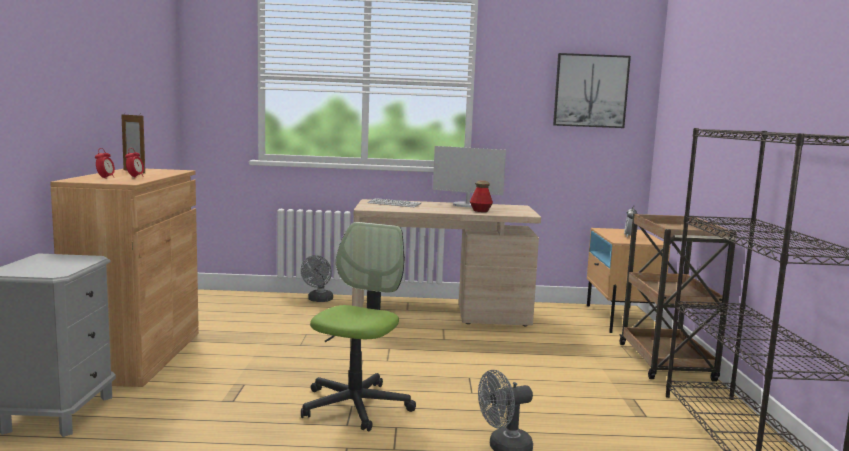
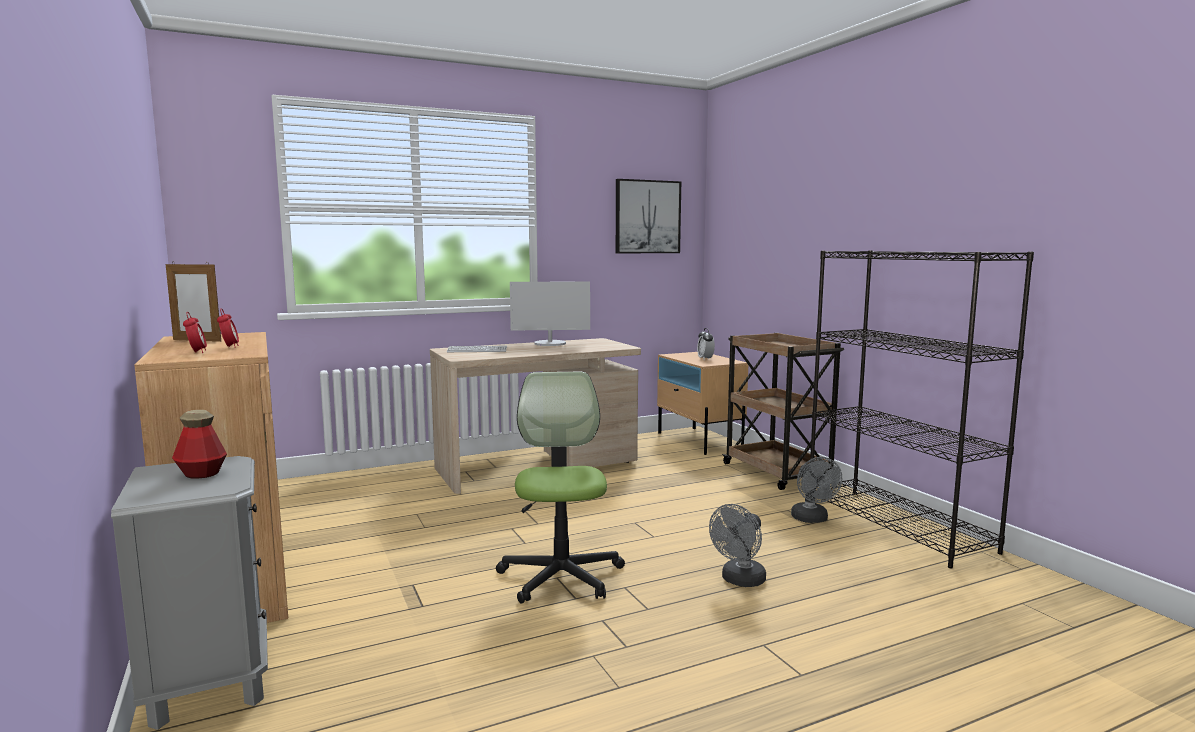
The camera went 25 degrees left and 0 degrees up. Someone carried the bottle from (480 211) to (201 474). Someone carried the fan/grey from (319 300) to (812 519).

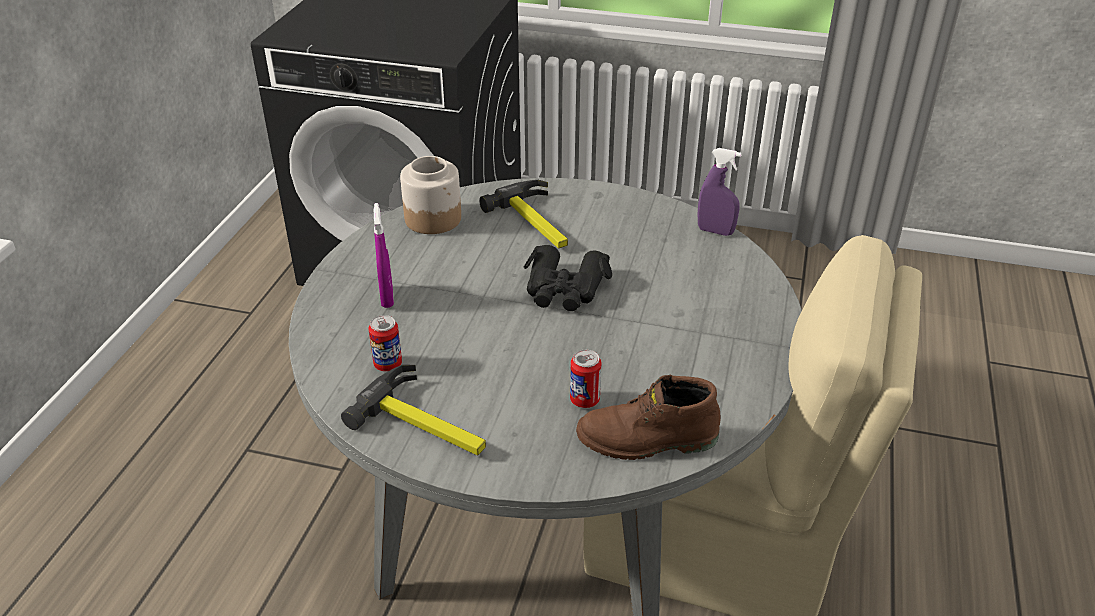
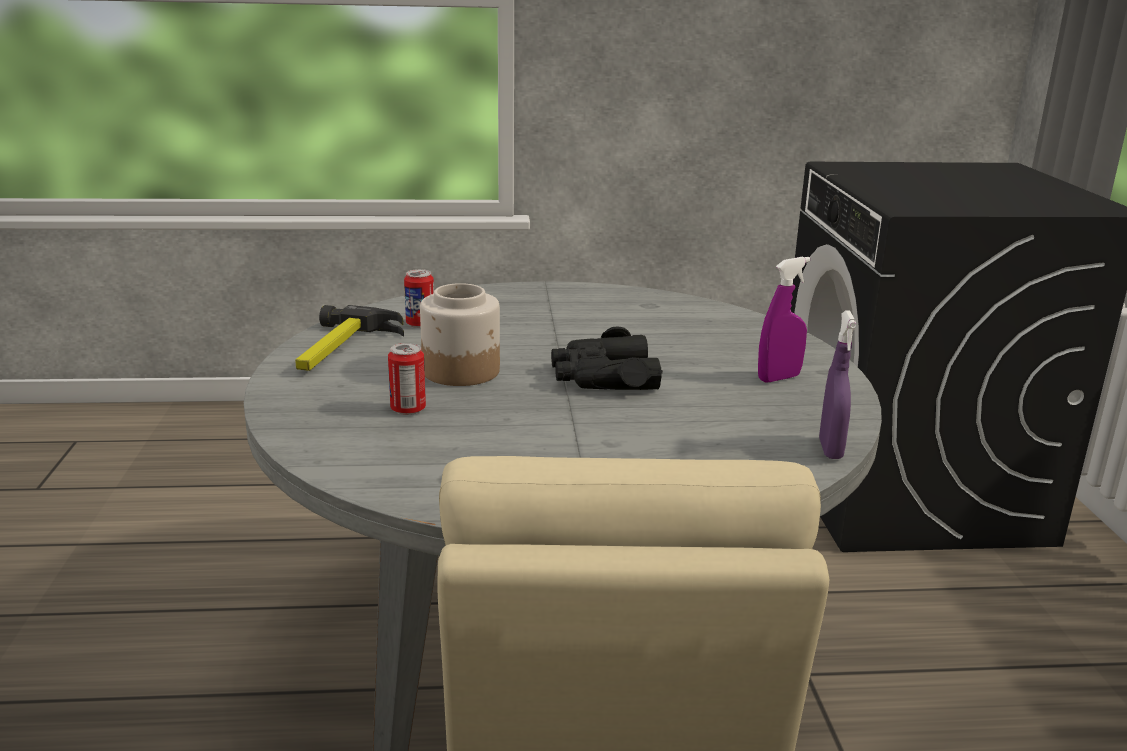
The camera went 70 degrees right and 15 degrees down. Someone carried the jar from (433 218) to (462 371). Someone carried the spray bottle/purple from (387 297) to (779 378). Someone took away the hammer at (537 223). Someone took away the boot/brown at (647 441).

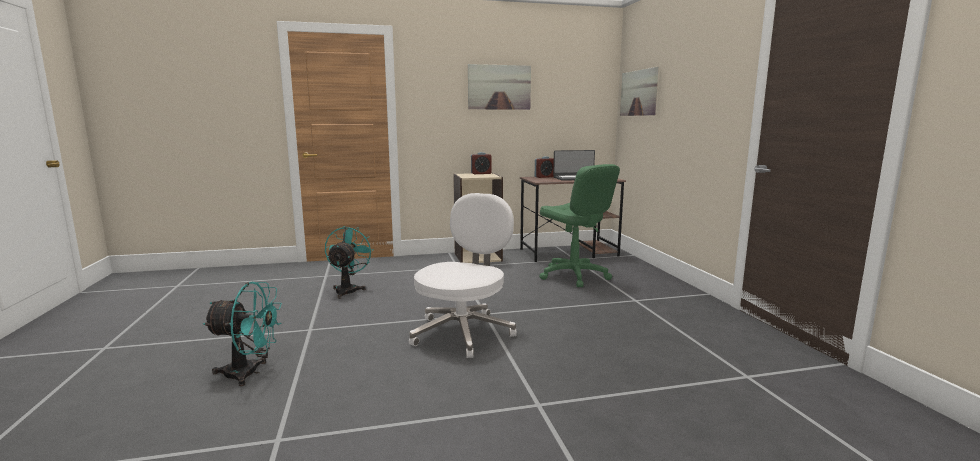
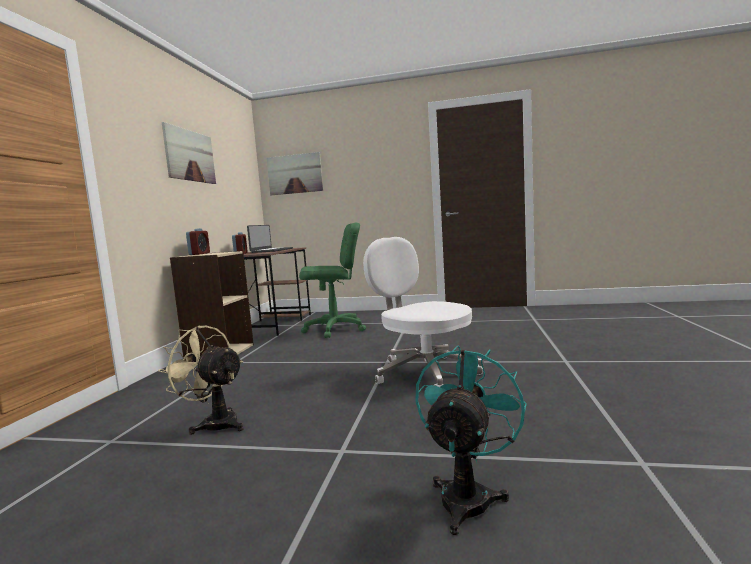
The camera went 65 degrees left and 5 degrees down. Someone repainted the fan/turquoise at (348 290), which became the fan/beige at (214 423).

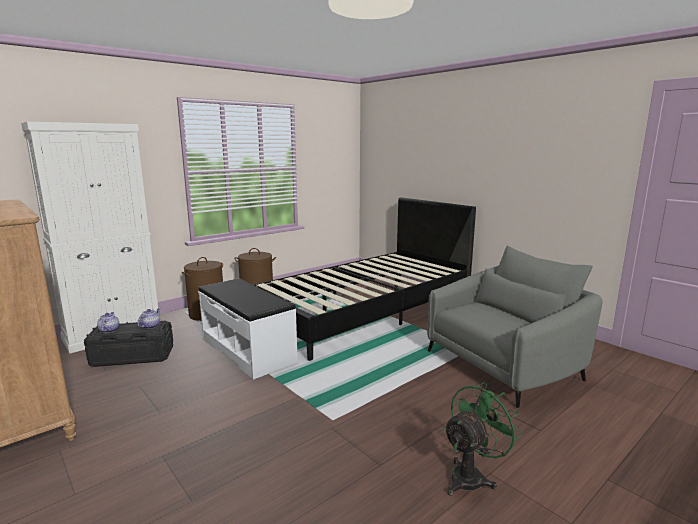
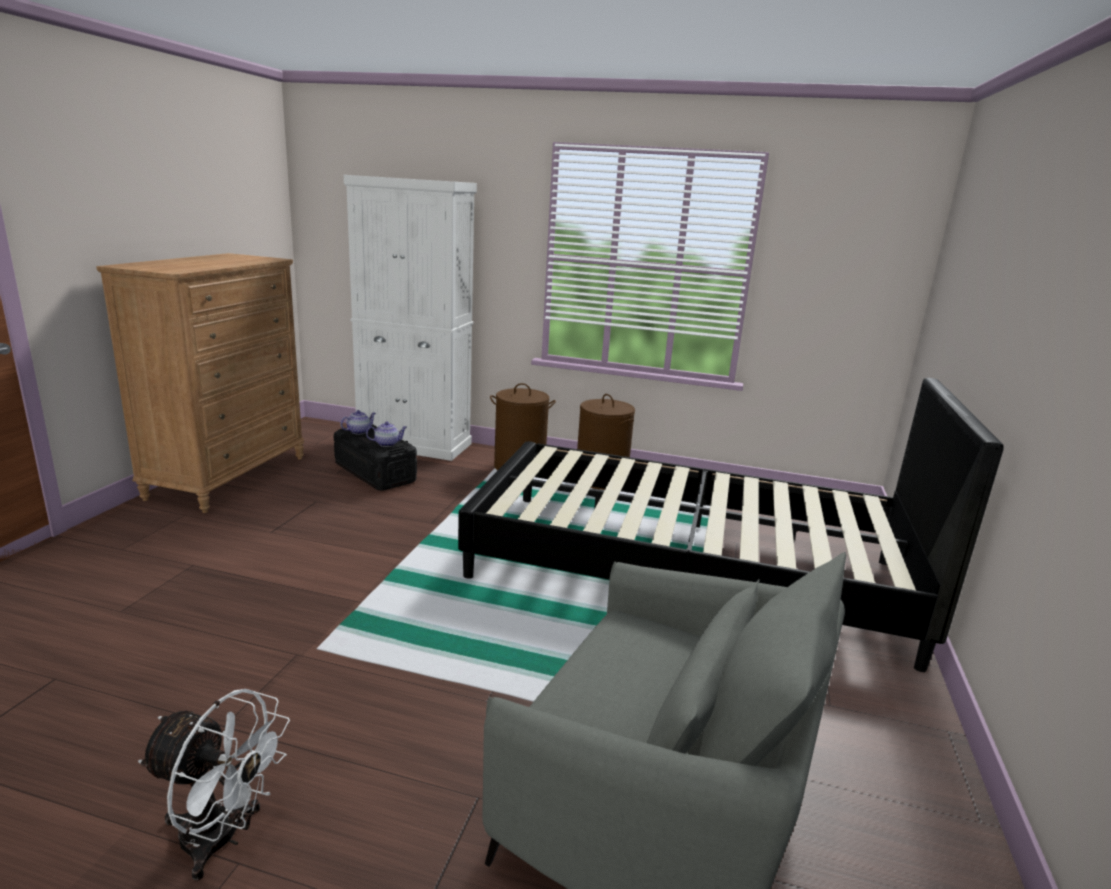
The camera went 55 degrees right and 5 degrees up. Someone repainted the fan/green at (472 476), which became the fan/white at (222 839). Someone took away the bench/white at (248 350).

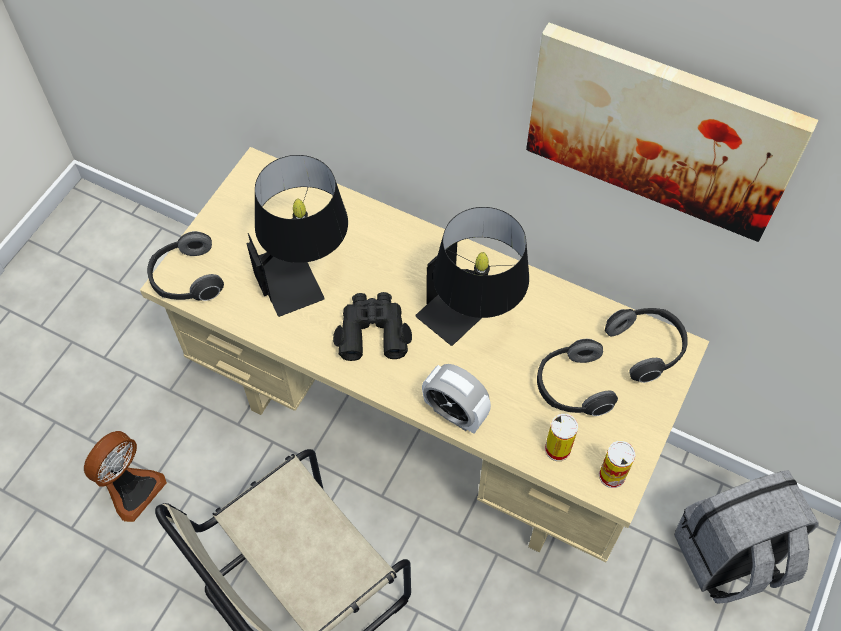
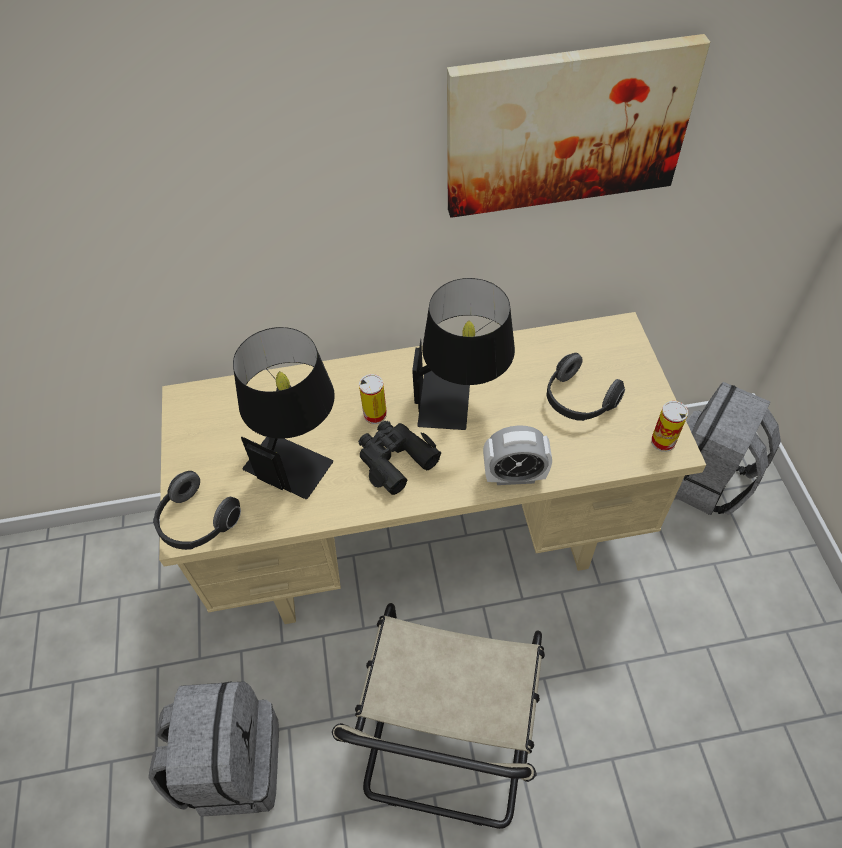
The camera went 35 degrees left and 5 degrees down. Someone swapped the fan at (132 489) for the backpack/grey at (232 764). Someone carried the can from (557 449) to (375 414). Someone took away the headphones at (646 348).

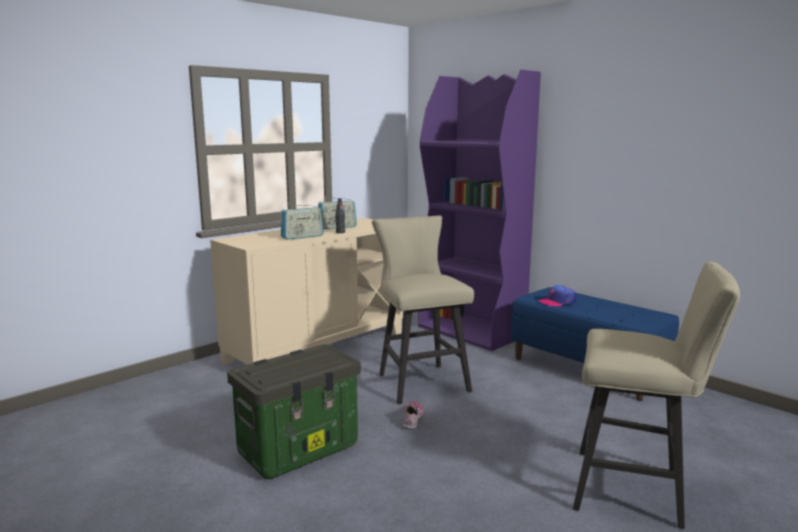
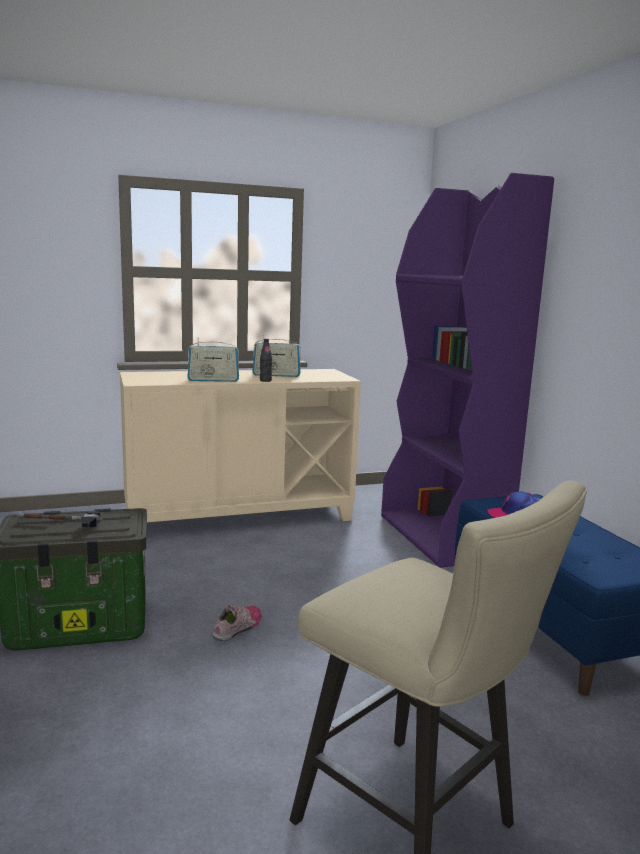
The camera went 25 degrees right and 0 degrees up. Someone put down the hammer at (59 522). Someone took away the stool/beige at (419 381).

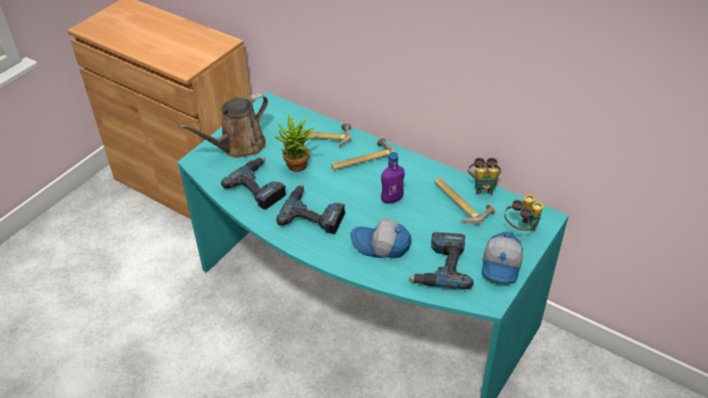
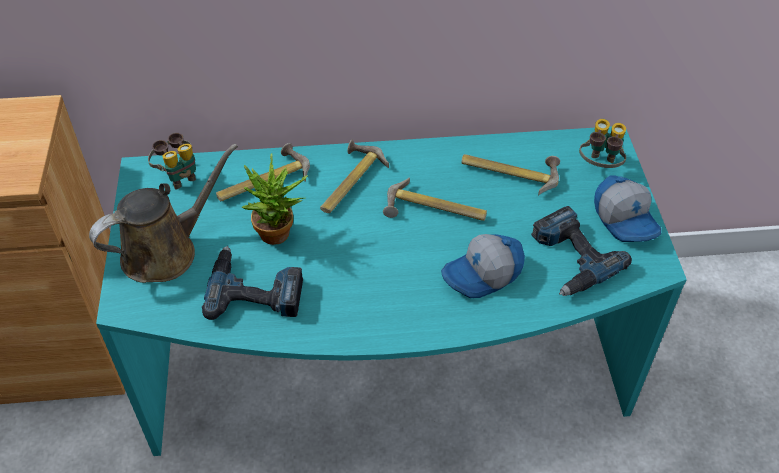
The camera went 40 degrees left and 5 degrees up. Someone rotated the watering can/brown at (239 146) by 135 degrees counterclockwise. Someone carried the binoculars from (483 187) to (178 176). Someone swapped the bottle/purple at (392 199) for the hammer at (434 211). Someone took away the power drill at (313 214).

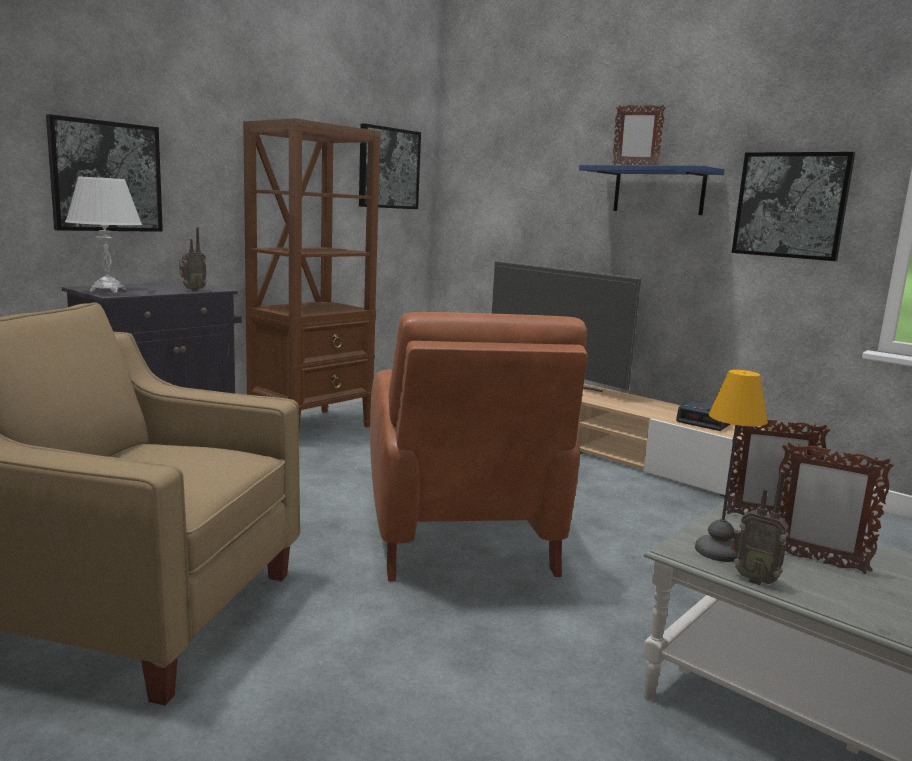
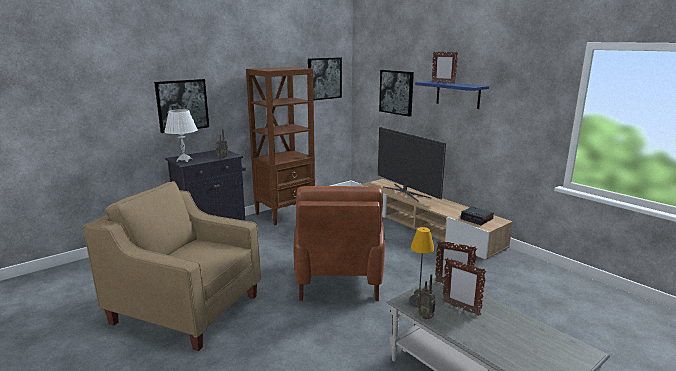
The camera went 10 degrees right and 5 degrees up. Someone carried the picture from (791 205) to (396 92).

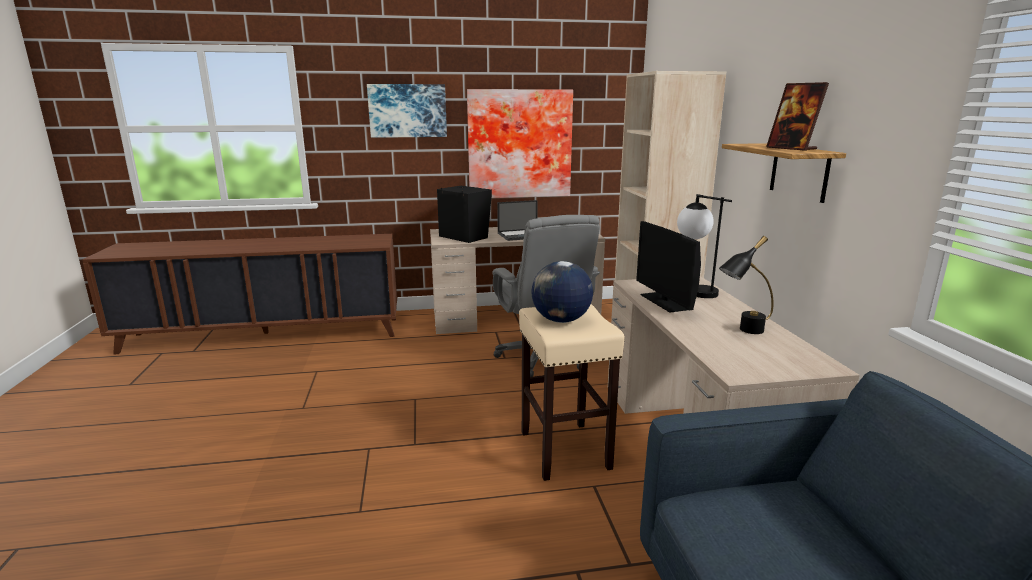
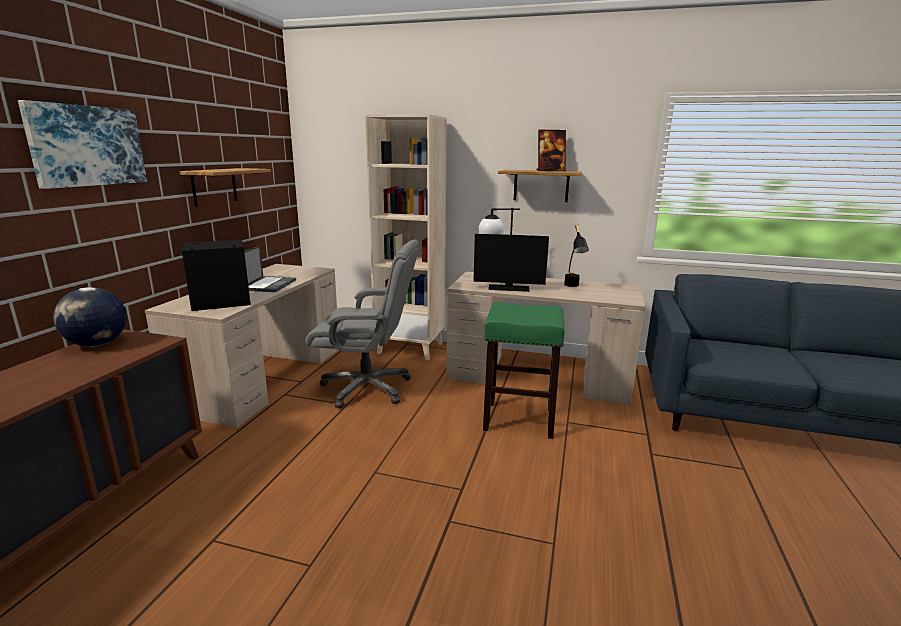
The camera went 65 degrees left and 0 degrees up. Someone carried the globe from (560 320) to (96 344). Someone swapped the picture at (519 144) for the shelf at (214 186). Someone repainted the stool/beige at (564 449), which became the stool/green at (518 420).

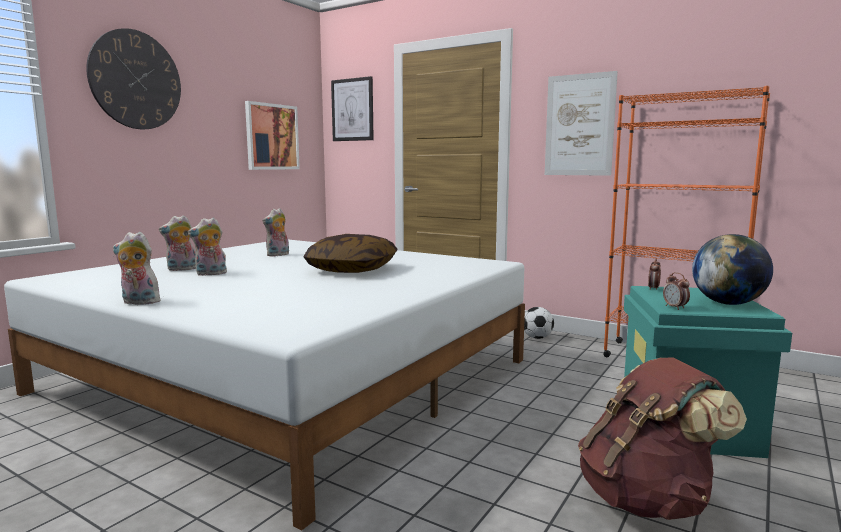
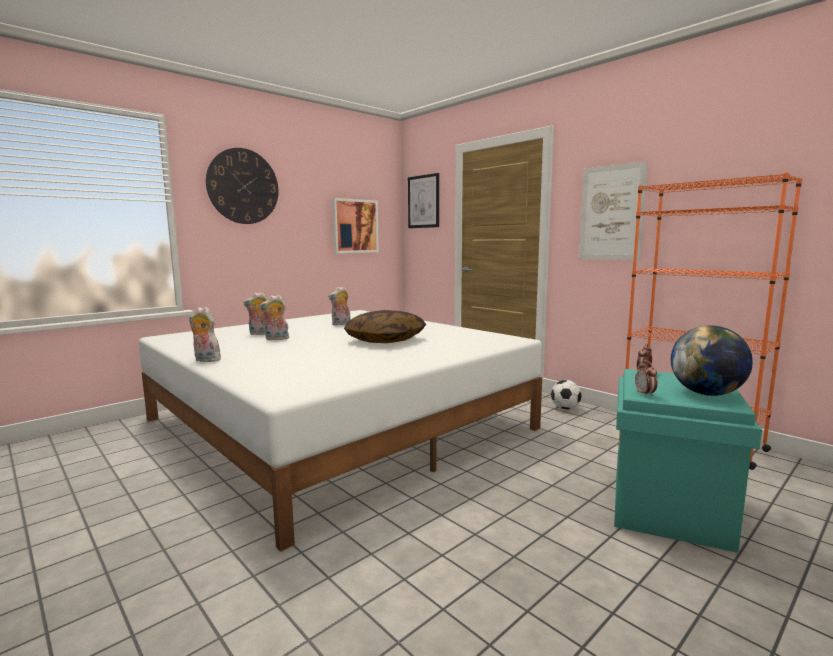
The camera went 15 degrees right and 0 degrees up. Someone took away the backpack/brown at (647 499).

